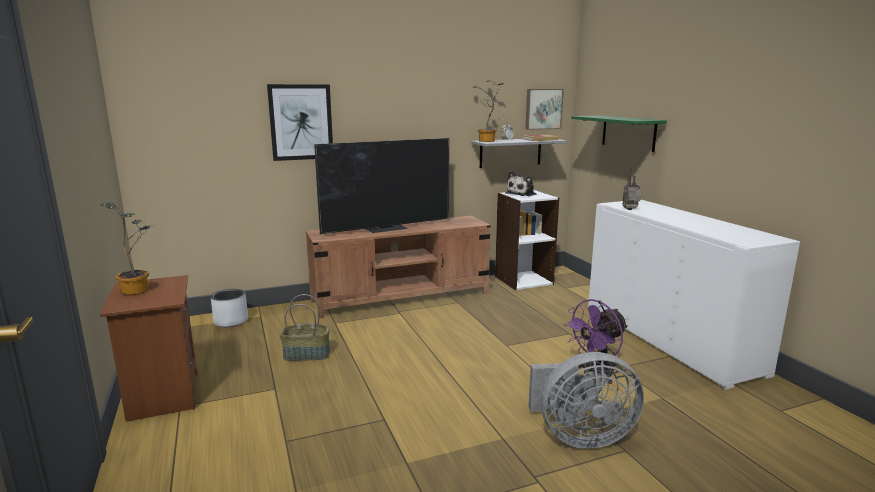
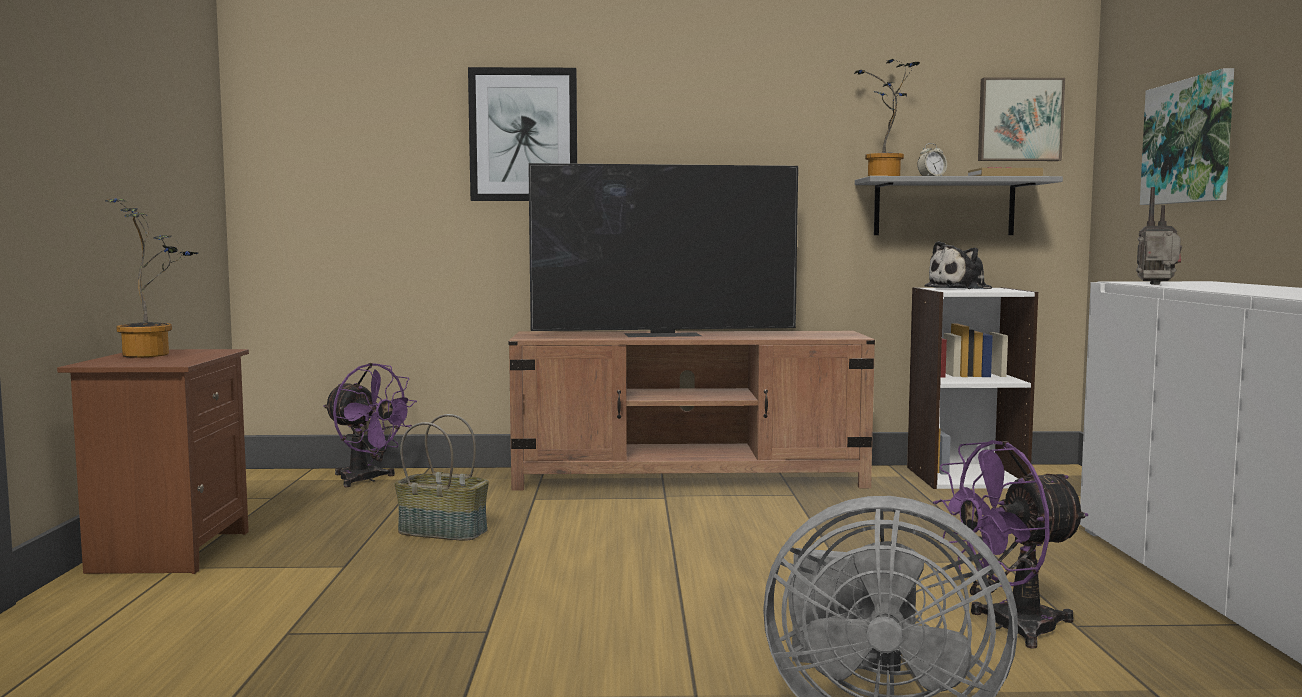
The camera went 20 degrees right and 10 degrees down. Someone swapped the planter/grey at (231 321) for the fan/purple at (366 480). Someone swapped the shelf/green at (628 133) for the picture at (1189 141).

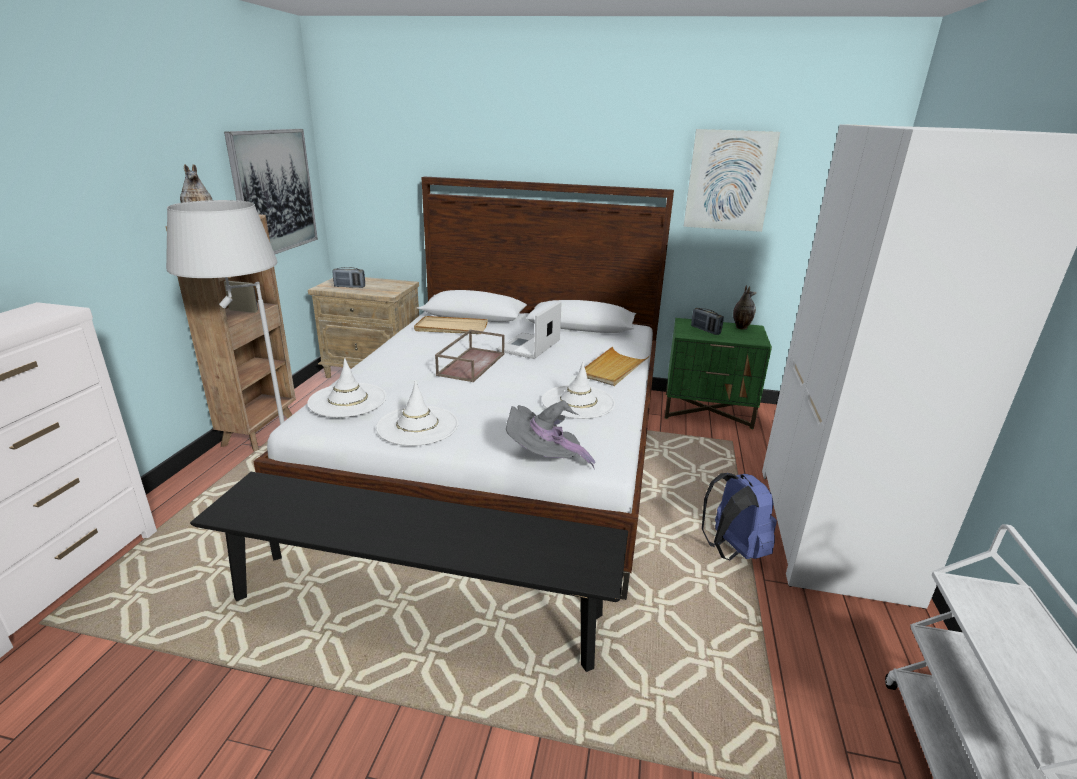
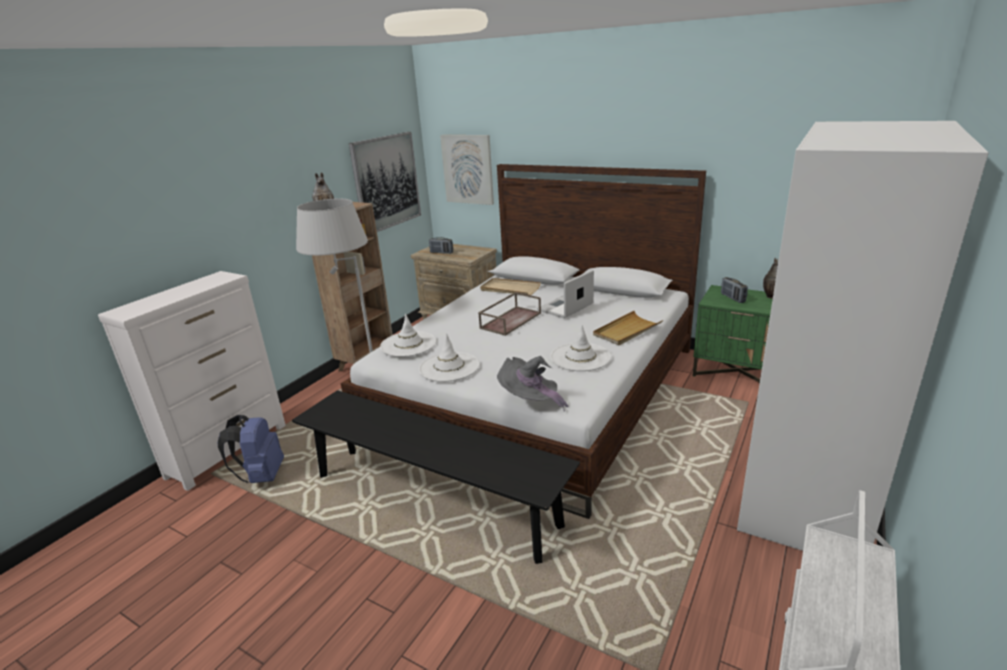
The camera went 20 degrees right and 0 degrees up. Someone carried the backpack/blue from (732 550) to (261 476). Someone carried the picture from (729 180) to (468 169).

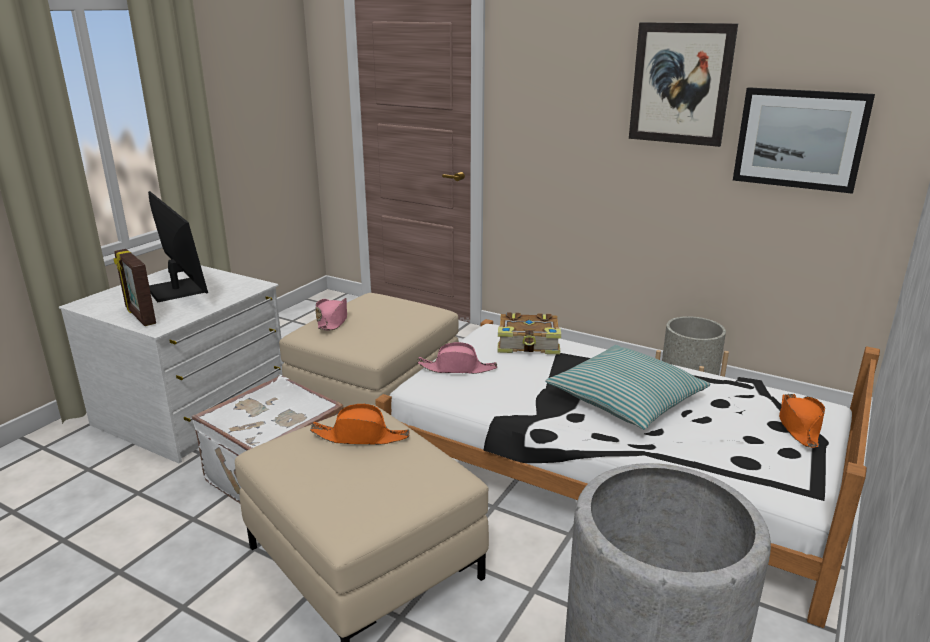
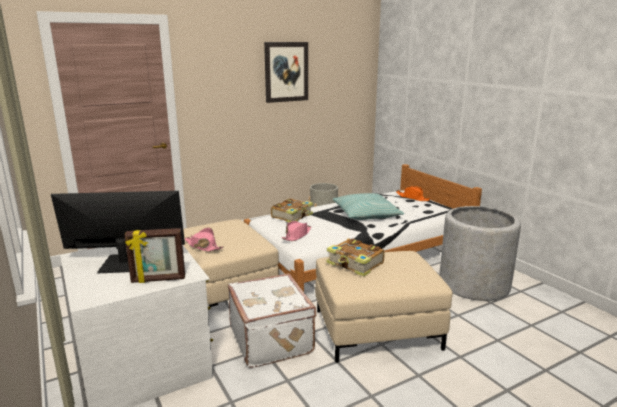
The camera went 60 degrees left and 5 degrees down. Someone swapped the hat/orange at (361 437) for the book at (355 264). Someone took away the picture at (800 139).

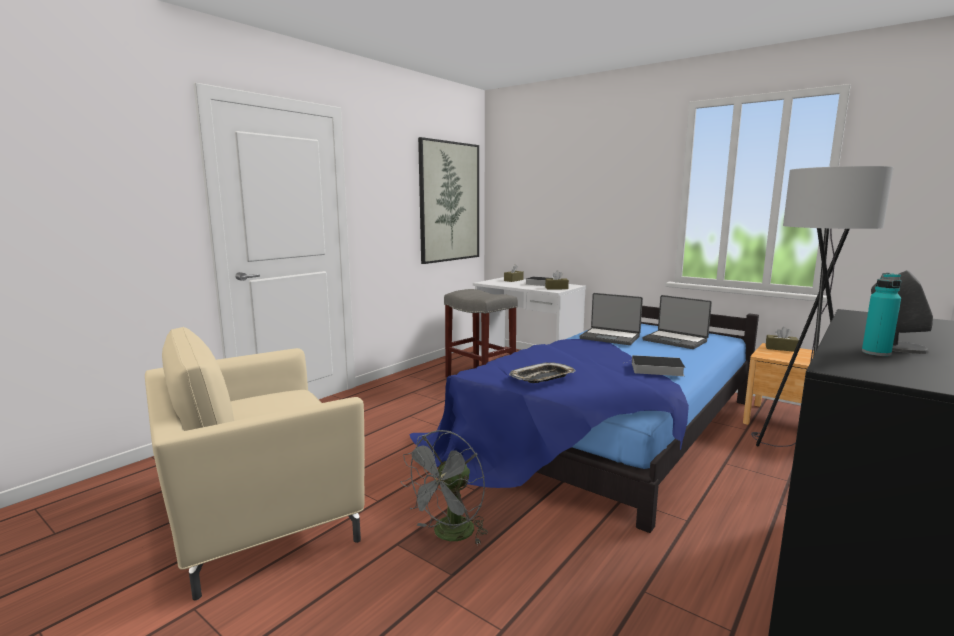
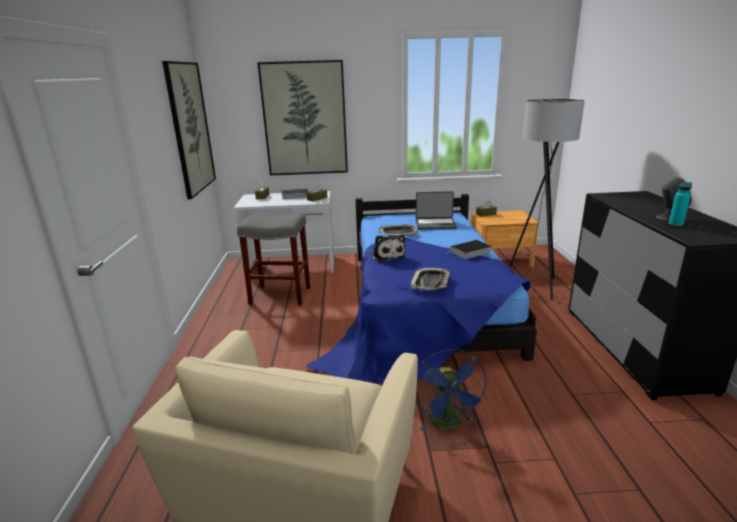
The camera went 40 degrees left and 10 degrees up. Someone put up the picture at (305 119). Someone put down the plush toy at (387 256). Someone swapped the laptop at (610 337) for the tray at (398 233). Someone repainted the fan/grey at (449 535), which became the fan/blue at (448 424).

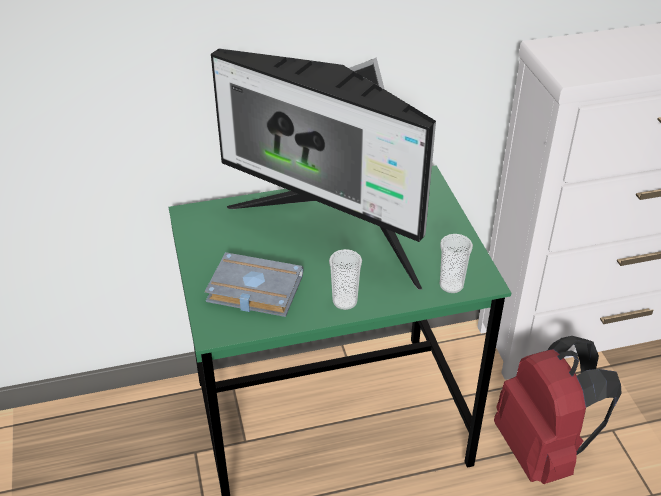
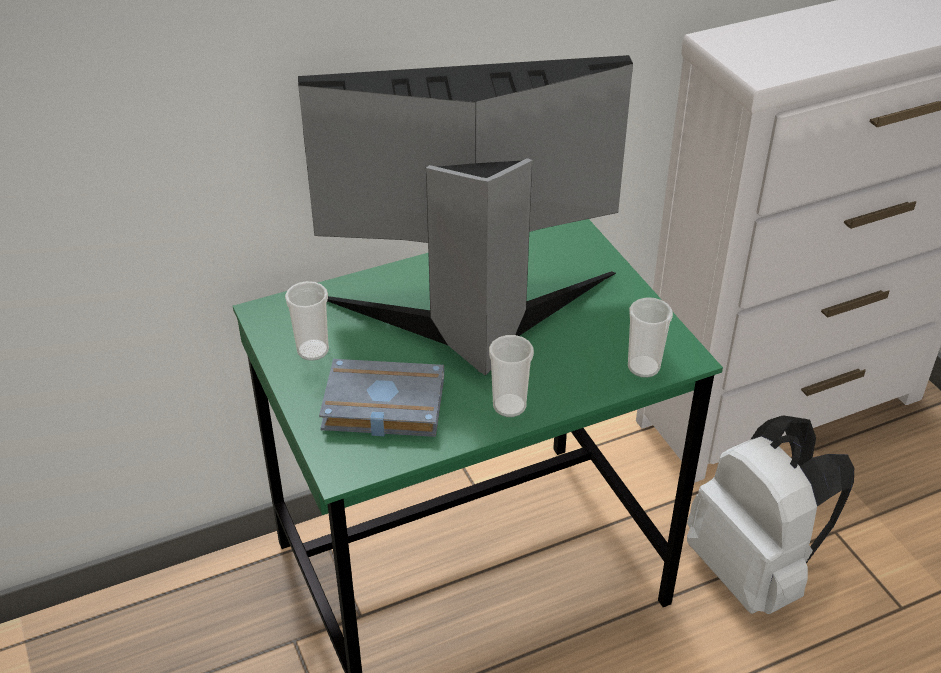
The camera went 10 degrees left and 0 degrees up. Someone put down the cup at (313 350). Someone rotated the monitor at (336 229) by 150 degrees clockwise. Someone repainted the backpack/red at (542 450), which became the backpack/white at (754 571).

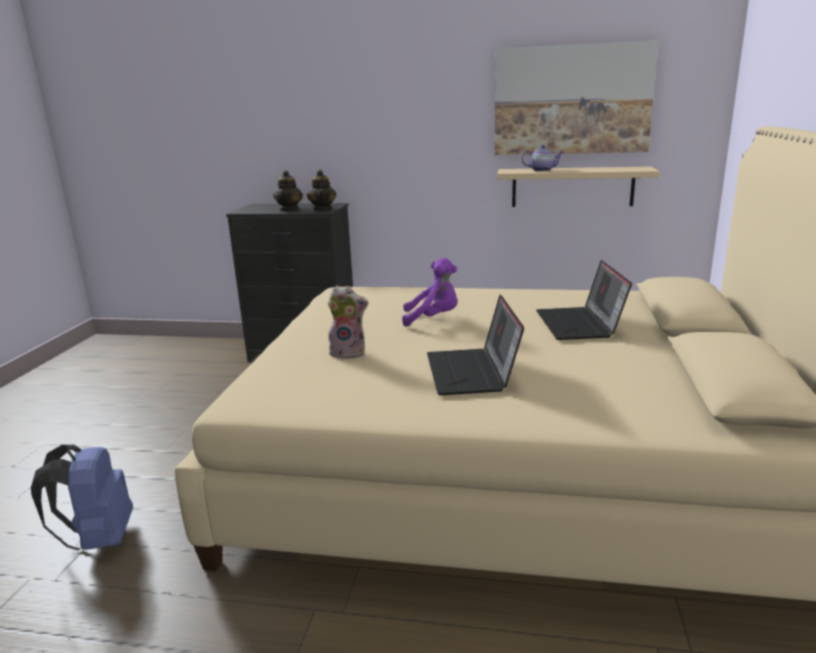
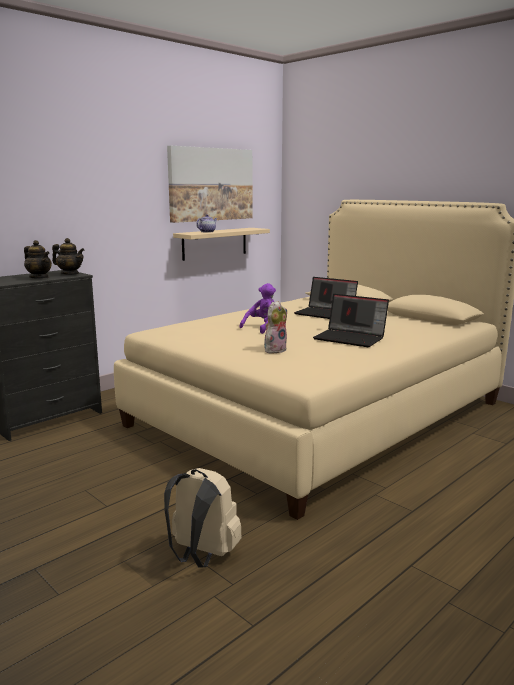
The camera went 55 degrees left and 5 degrees down. Someone repainted the backpack/blue at (99 539), which became the backpack/beige at (201 556).

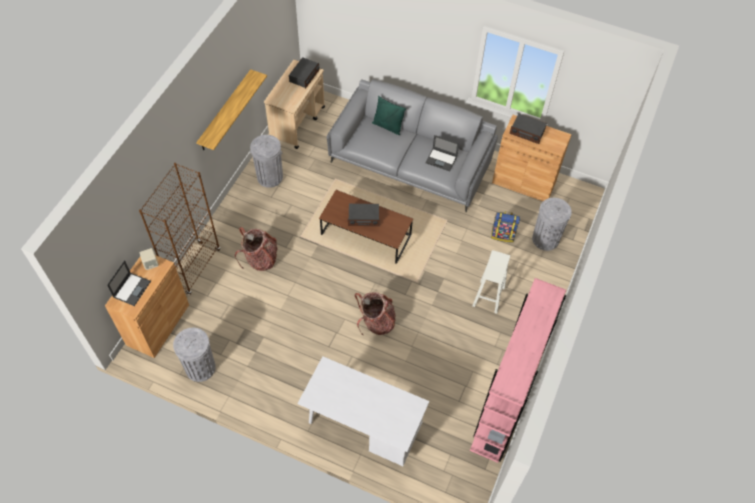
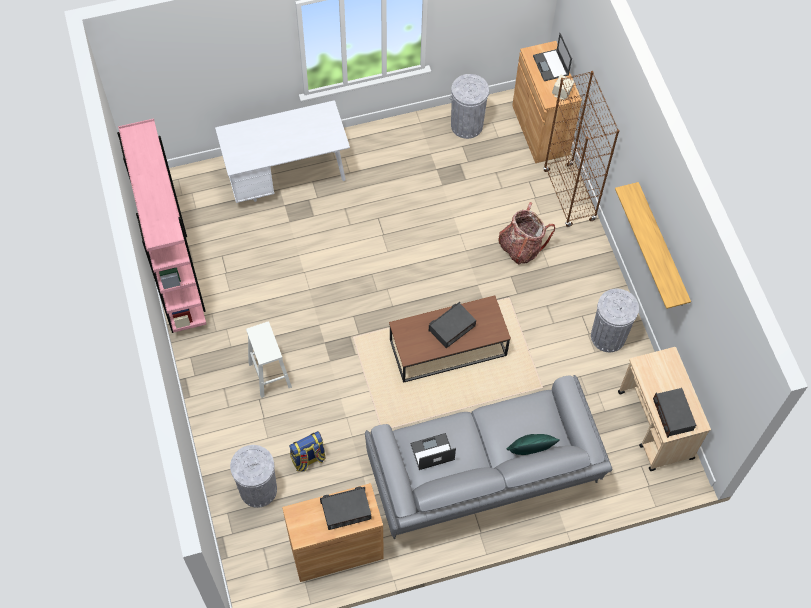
The camera went 140 degrees right and 5 degrees up. Someone took away the backpack at (376 322).

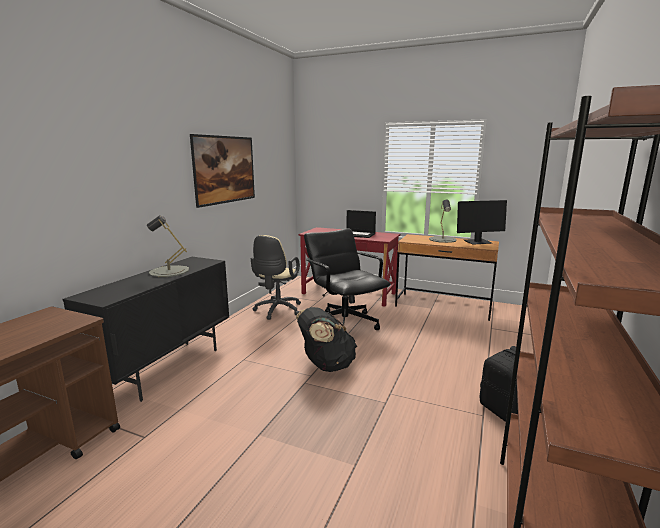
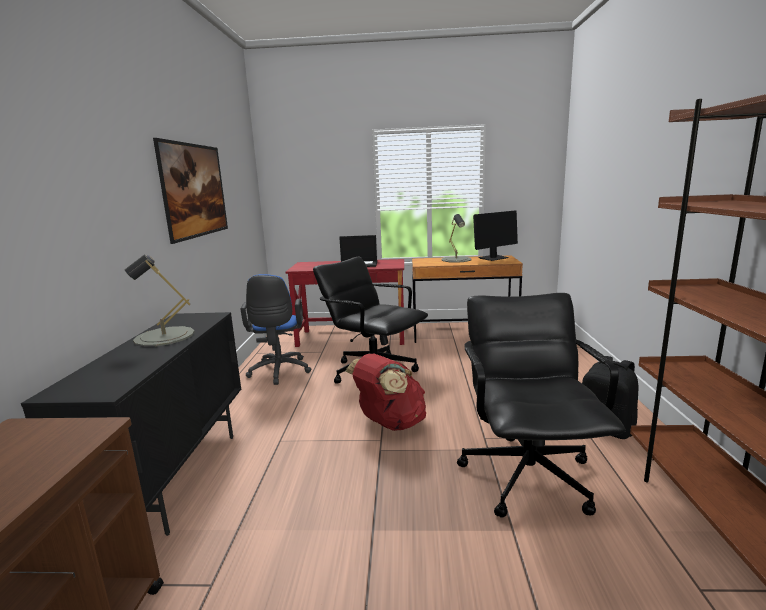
The camera went 20 degrees left and 0 degrees up. Someone repainted the office chair/beige at (277 311), which became the office chair/blue at (279 372). Someone repainted the backpack/black at (326 365), which became the backpack/red at (389 424). Someone put down the office chair/black at (528 475).

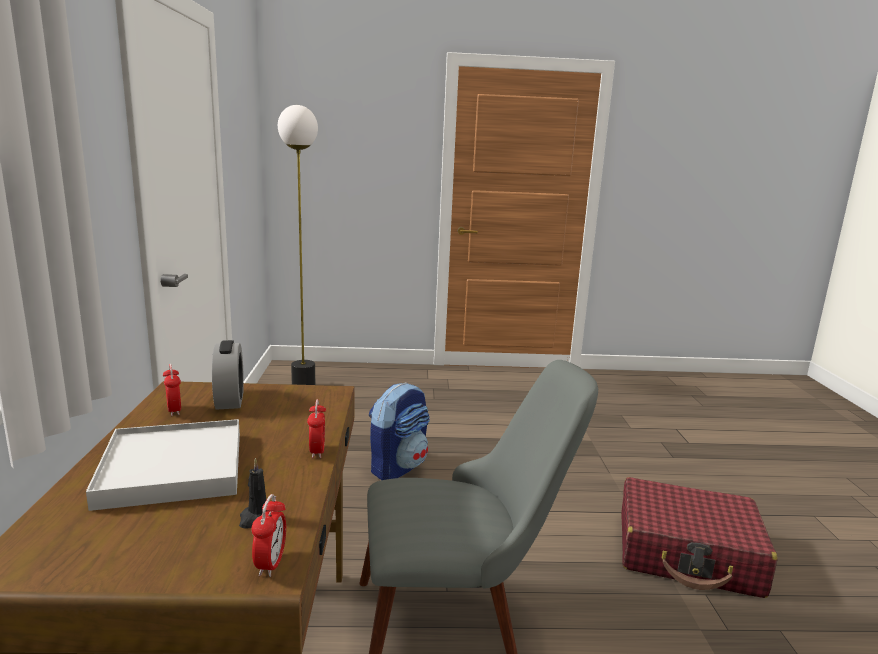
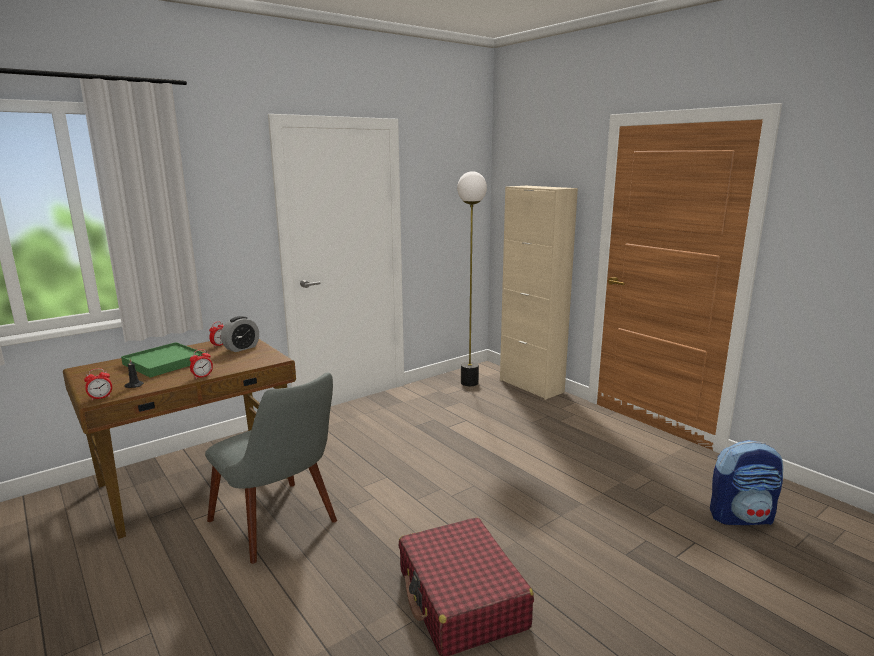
The camera went 55 degrees right and 0 degrees up. Someone repainted the tray/white at (172 468), which became the tray/green at (164 362). Someone put down the cabinet/beige at (531 386). Someone carried the backpack from (398 467) to (741 517).

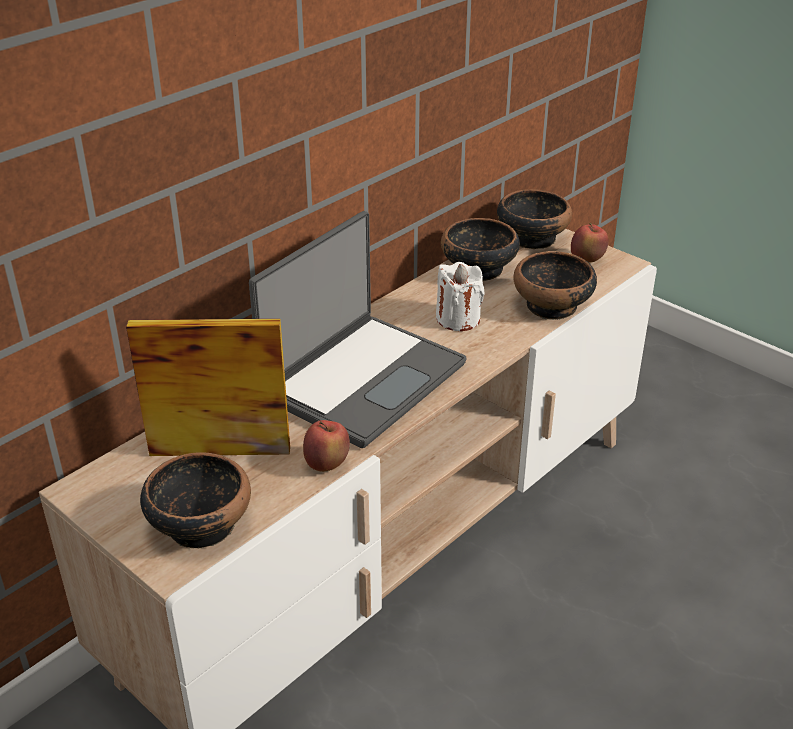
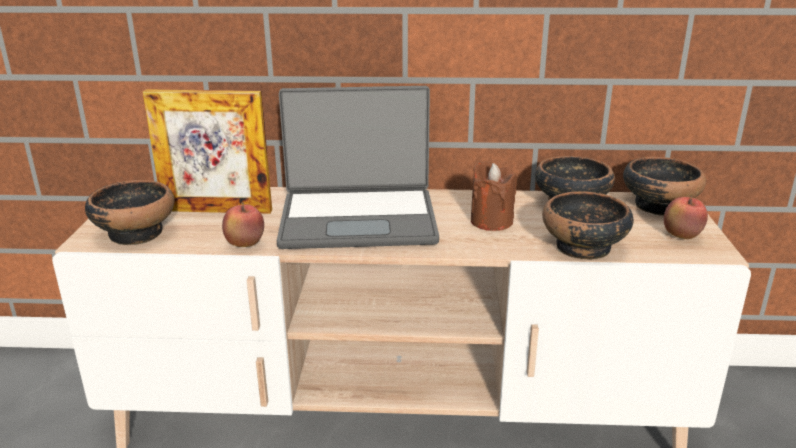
The camera went 50 degrees right and 10 degrees down. Someone rotated the picture frame at (220 451) by 135 degrees clockwise. Someone repainted the candle/white at (458 319), which became the candle/brown at (491 221).

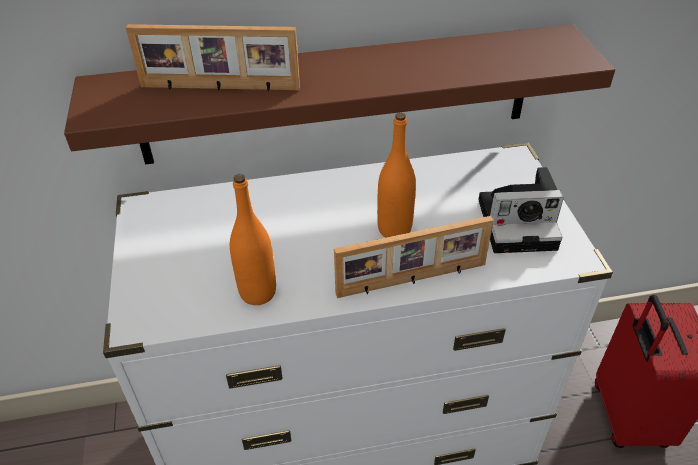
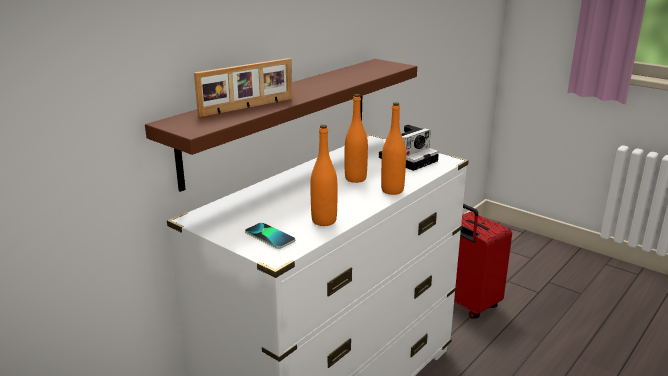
The camera went 40 degrees left and 20 degrees down. Someone put down the phone at (270 237). Someone swapped the picture frame at (412 280) for the bottle/orange at (392 190).

